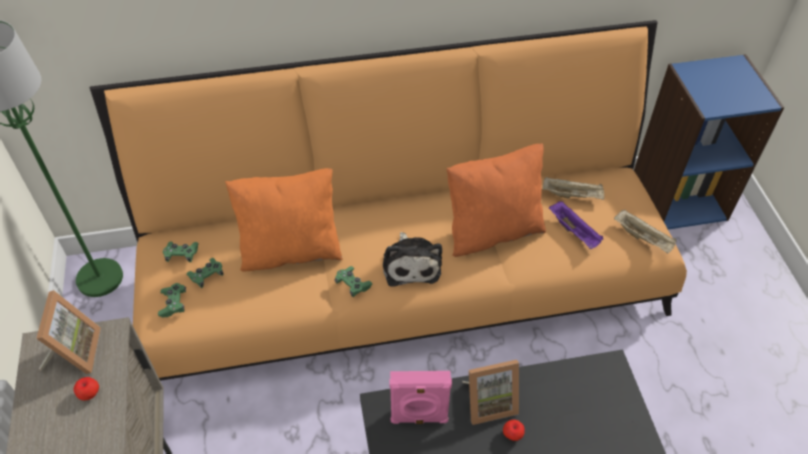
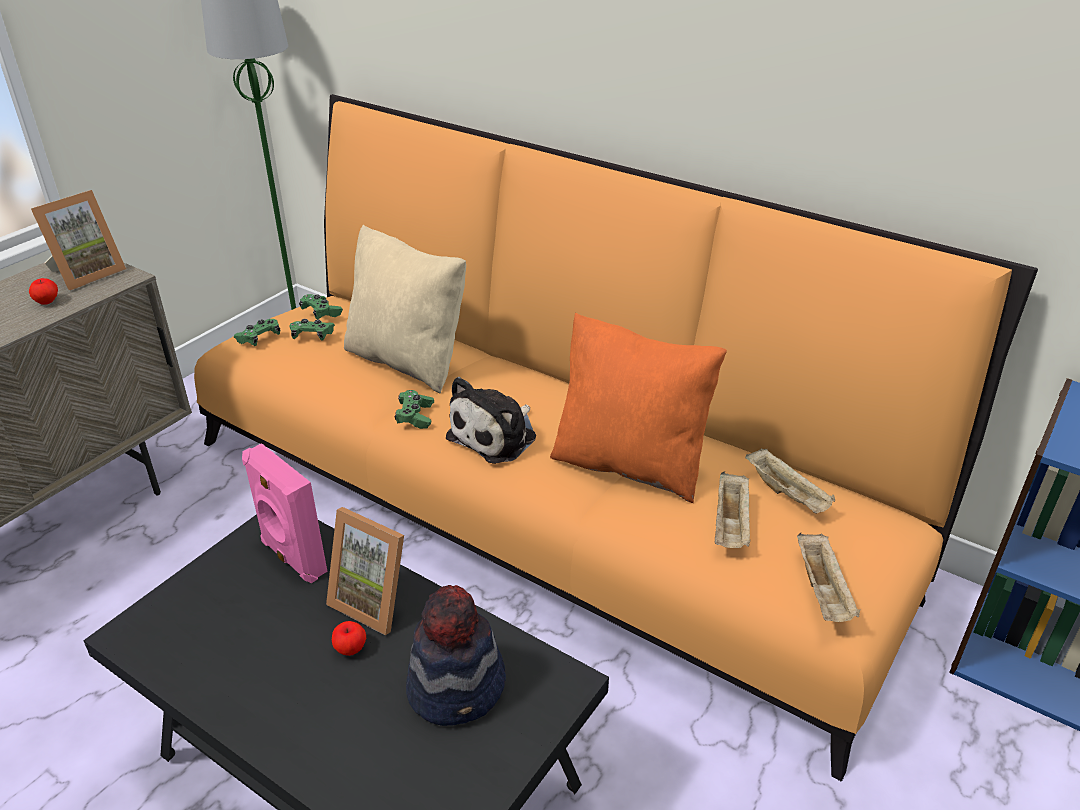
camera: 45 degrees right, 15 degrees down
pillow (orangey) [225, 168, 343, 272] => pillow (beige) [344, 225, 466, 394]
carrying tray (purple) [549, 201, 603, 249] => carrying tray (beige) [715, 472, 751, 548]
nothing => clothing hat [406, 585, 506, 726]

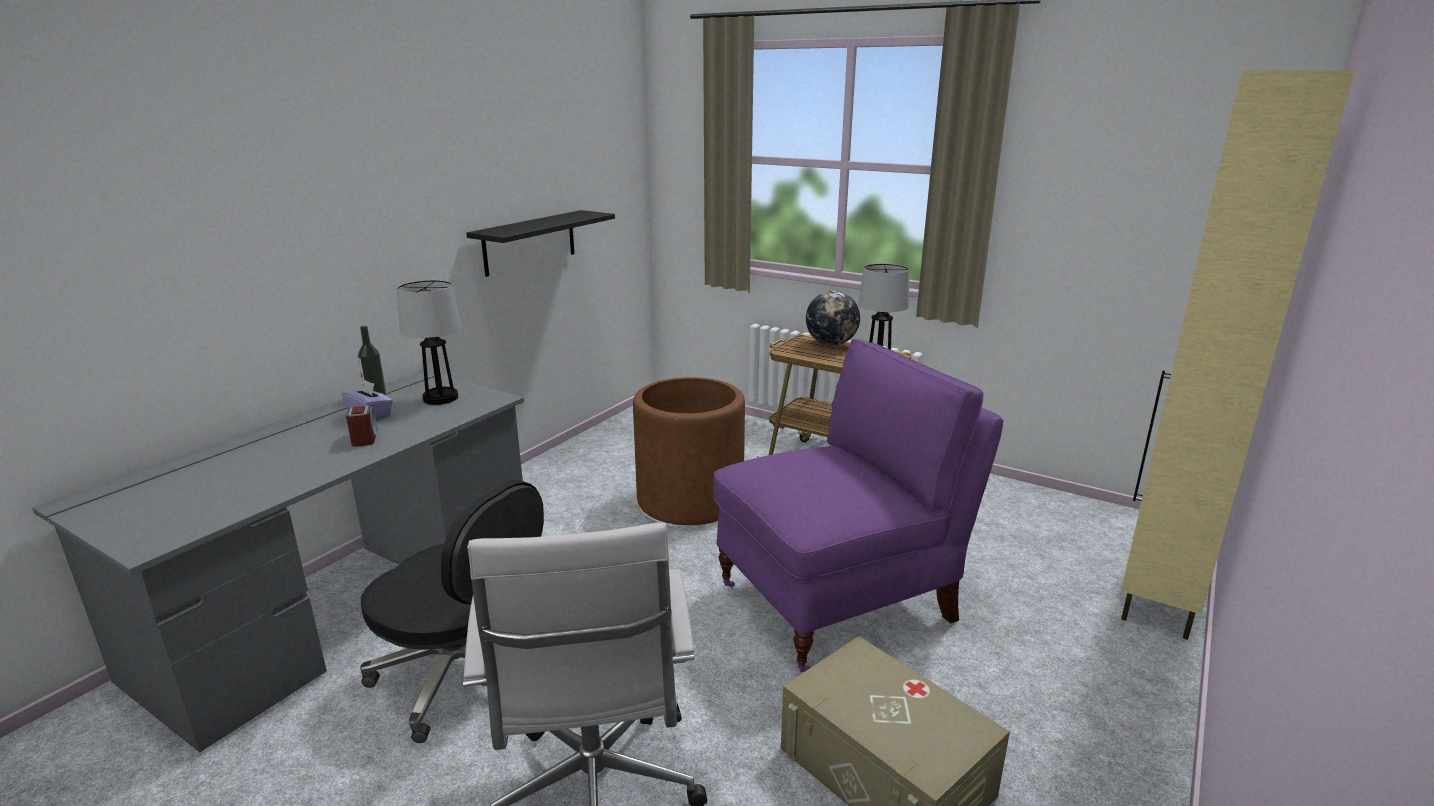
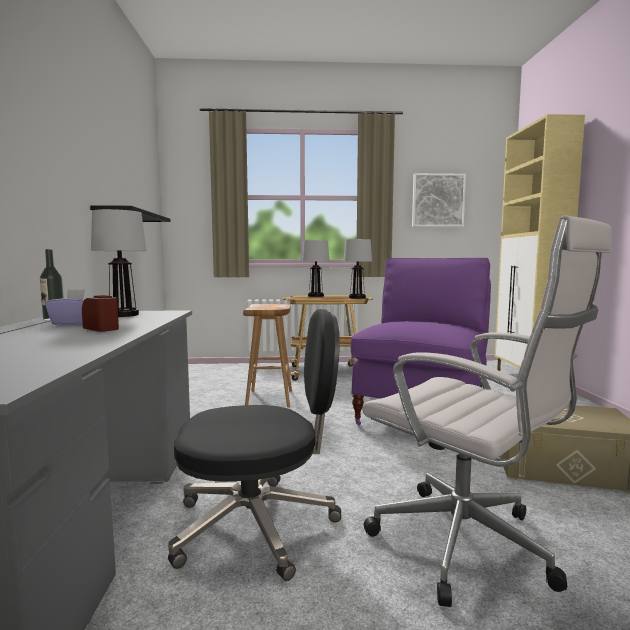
camera: 35 degrees left, 15 degrees down
desk globe [806, 291, 860, 345] => lamp for a table [302, 240, 330, 297]
plant pot (brown) [633, 377, 745, 525] => sitting stool (brown) [243, 304, 292, 407]
nothing => wall art [412, 173, 466, 227]

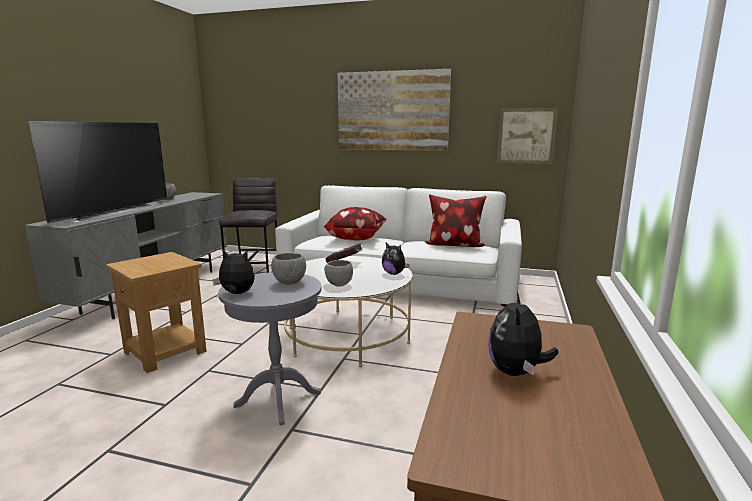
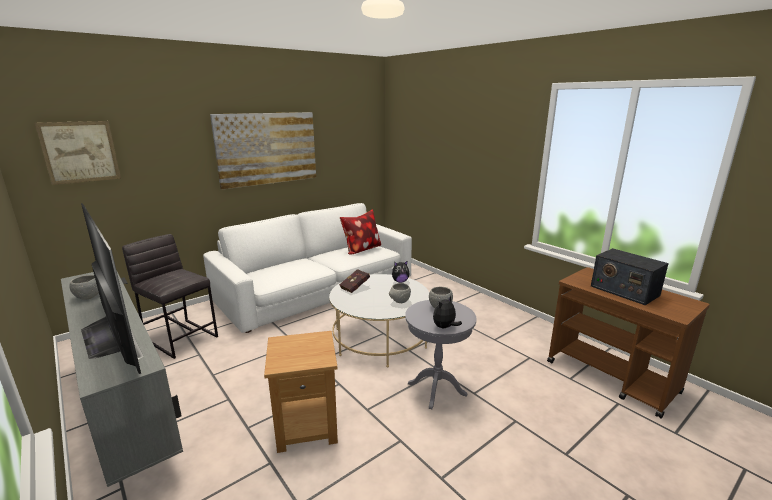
camera: 55 degrees left, 5 degrees up
wall art [497, 108, 558, 164] => wall art [35, 121, 121, 185], move
pillow [323, 207, 386, 240] => nothing
soft toy [488, 292, 558, 376] => radio [591, 248, 669, 305]

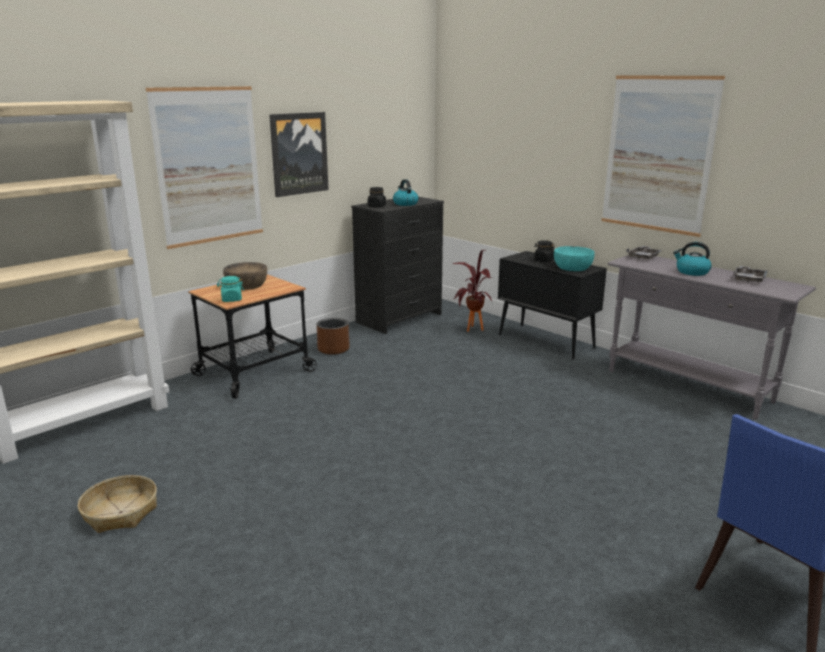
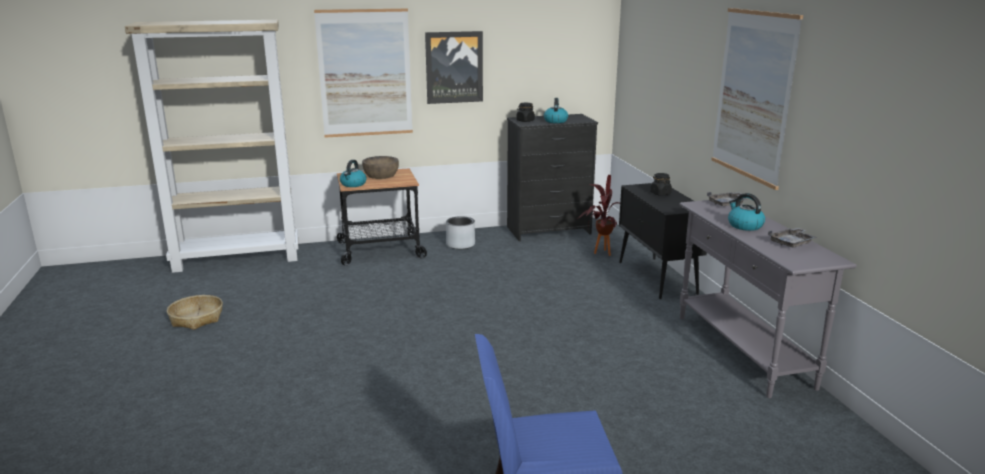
camera: 30 degrees right, 0 degrees up
serving bowl (blue-green) [554, 246, 595, 271] => nothing
storage jar (blue-green) [217, 276, 244, 302] => tea kettle [340, 160, 366, 187]
plant pot (brown) [317, 318, 350, 355] => plant pot (grey) [446, 216, 475, 249]

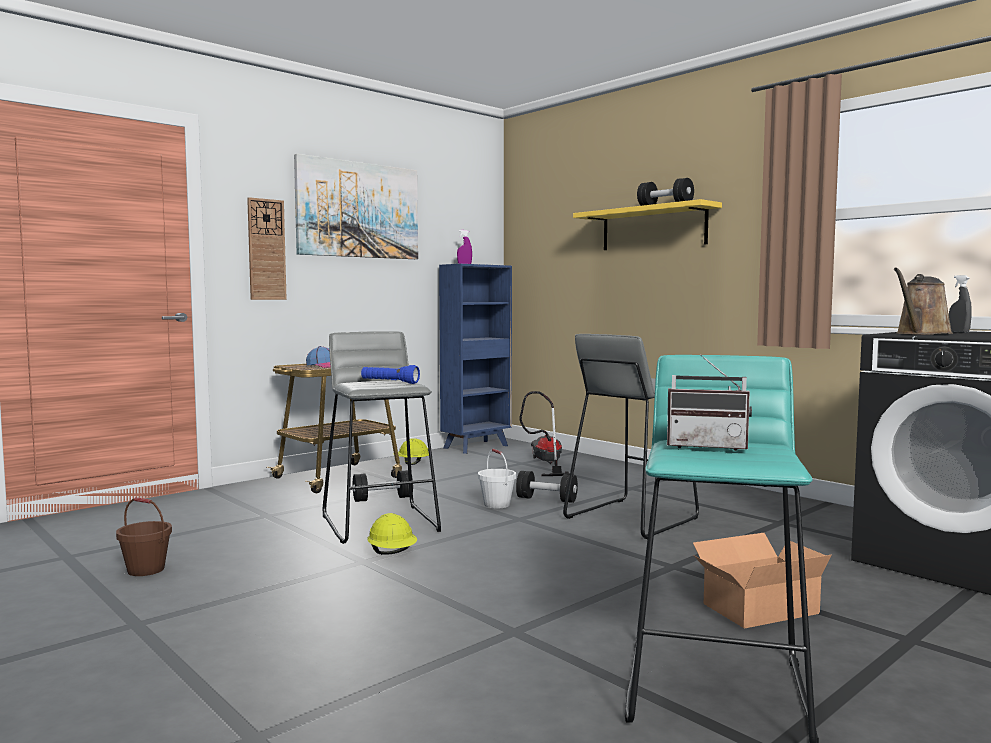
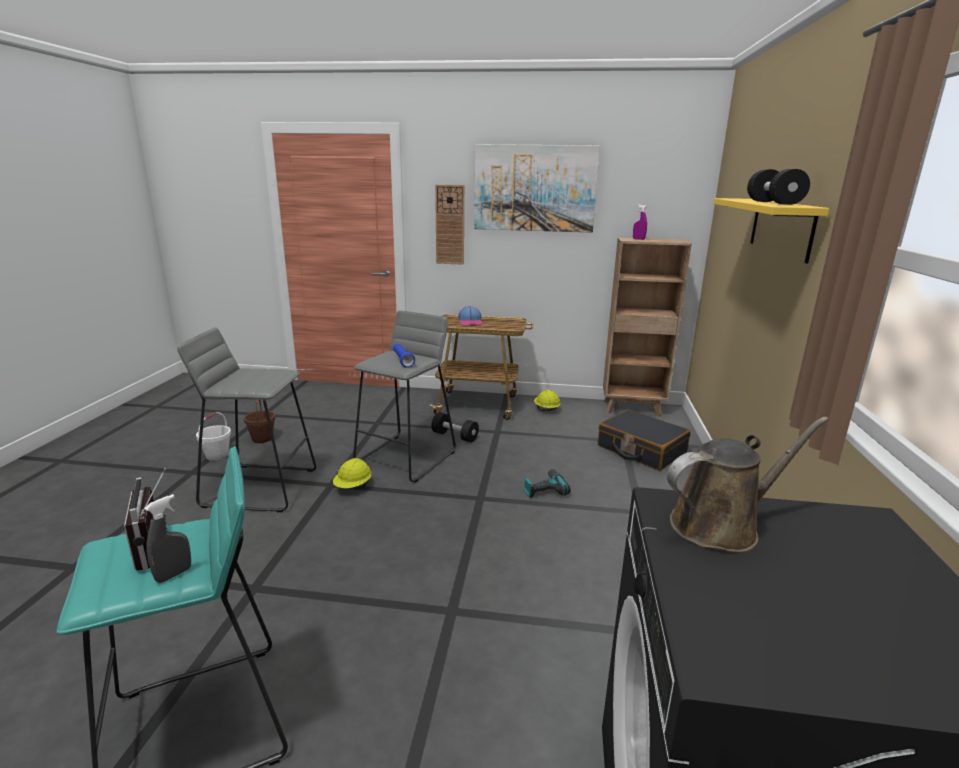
camera: 50 degrees right, 15 degrees up
bookshelf (blue) [439, 264, 512, 454] => bookshelf (brown) [603, 238, 692, 417]
watering pot (brown) [894, 268, 953, 335] => watering pot (brown) [667, 417, 829, 553], 150 degrees clockwise
spray bottle (grey) [949, 275, 972, 333] => spray bottle (grey) [145, 494, 191, 583], move
sitting stool (grey) [563, 334, 699, 539] => sitting stool (grey) [177, 327, 316, 512], move
hoover [520, 391, 574, 476] => travel case (black) [598, 409, 691, 471]
pail (white-coloured) [478, 449, 516, 508] => pail (white-coloured) [196, 412, 231, 461], move
free weight (black) [516, 471, 578, 503] => electric drill [523, 469, 571, 498]
packing box [693, 533, 832, 629] => nothing

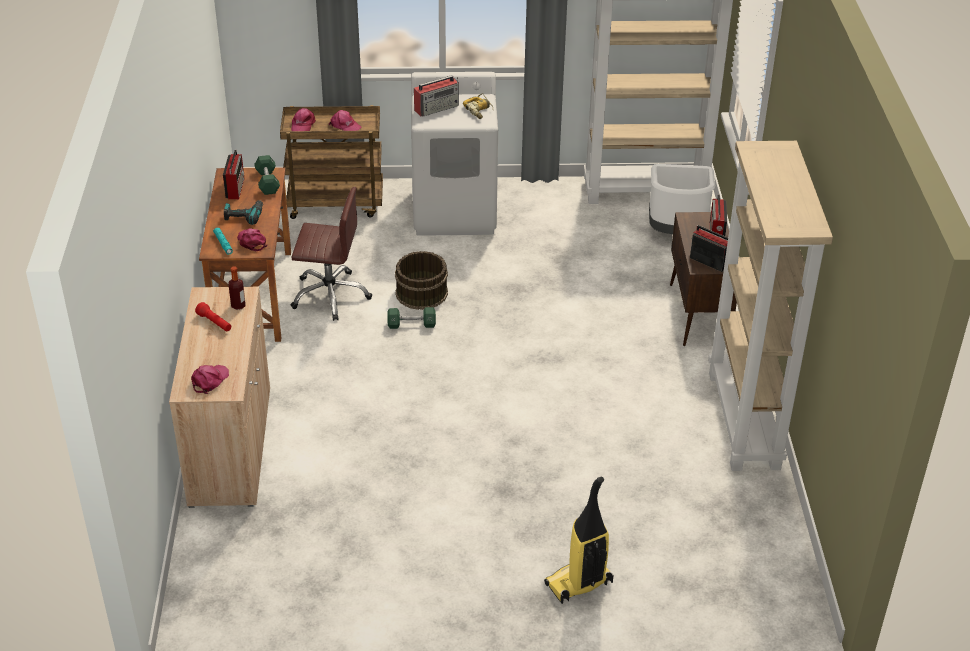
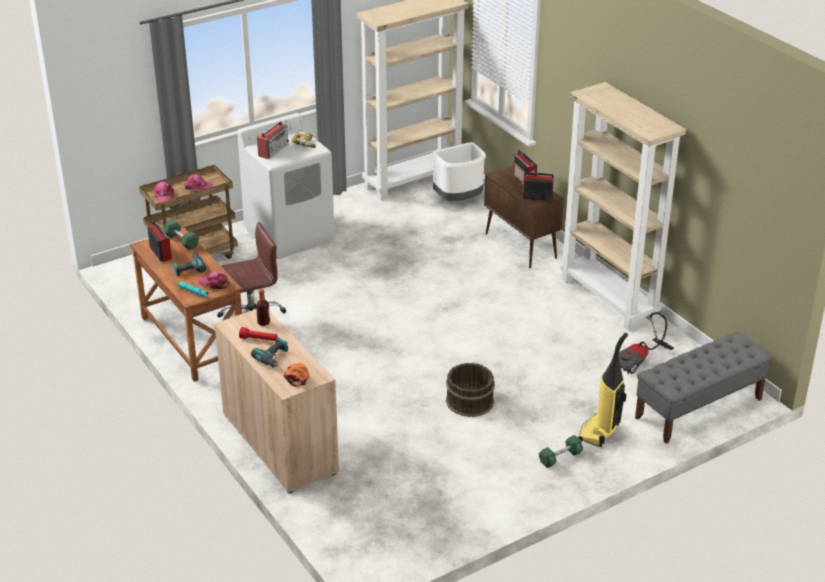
camera: 30 degrees left, 5 degrees down
pail (brown) [395, 251, 448, 310] => pail (brown) [446, 363, 495, 417], move
free weight (greenish) [387, 307, 436, 329] => free weight (greenish) [539, 435, 583, 468], move
baseball cap (pinkish) [191, 365, 229, 394] => baseball cap (orangey) [284, 363, 309, 387]
nothing => hoover [619, 312, 674, 374]
nothing => indoor bench (grey) [635, 332, 772, 444]
nothing => electric drill [251, 337, 288, 367]

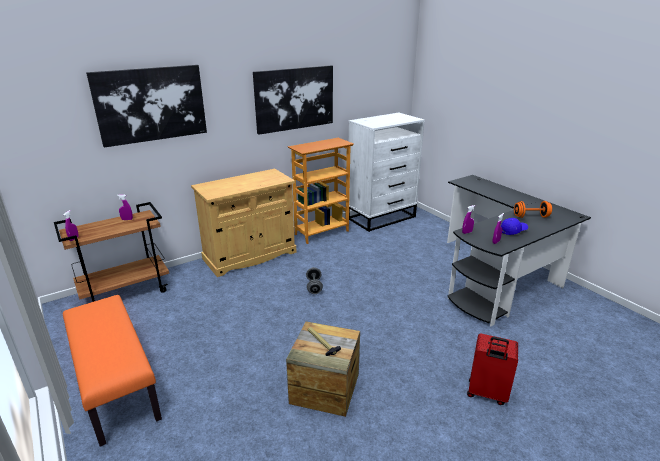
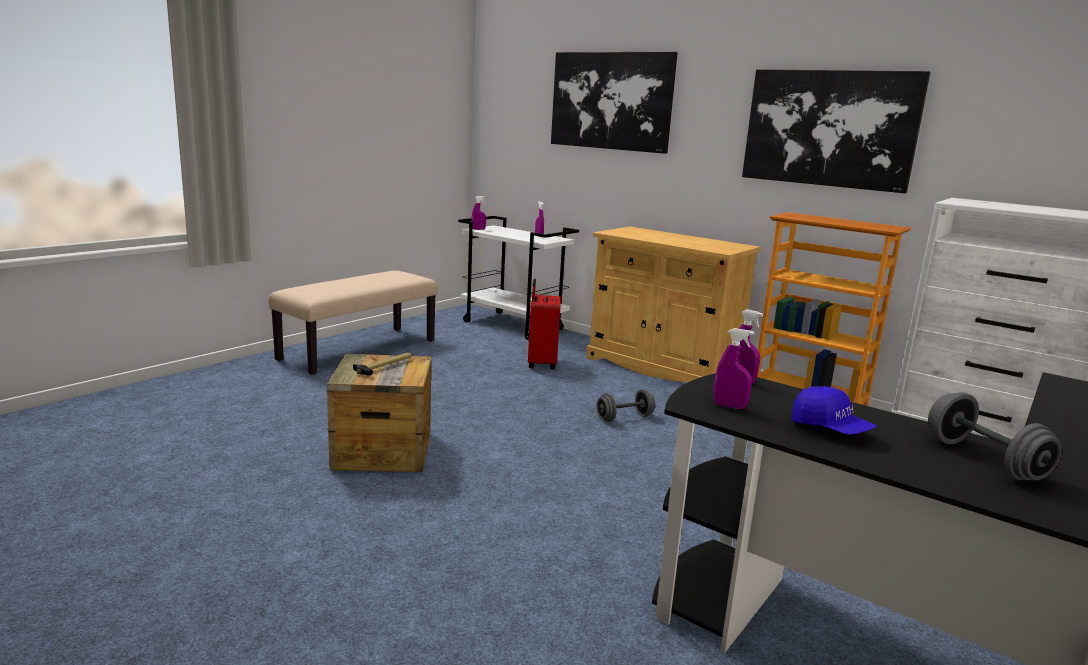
camera: 70 degrees right, 10 degrees down
free weight (orangey) [514, 201, 552, 218] => free weight (grey) [928, 392, 1062, 481]
trolley (brown) [54, 202, 169, 302] => trolley (white-coloured) [458, 216, 579, 340]
indoor bench (orangey) [63, 295, 162, 447] => indoor bench (beige) [269, 271, 438, 375]
travel case (reddish) [467, 334, 518, 405] => travel case (reddish) [528, 279, 561, 370], move

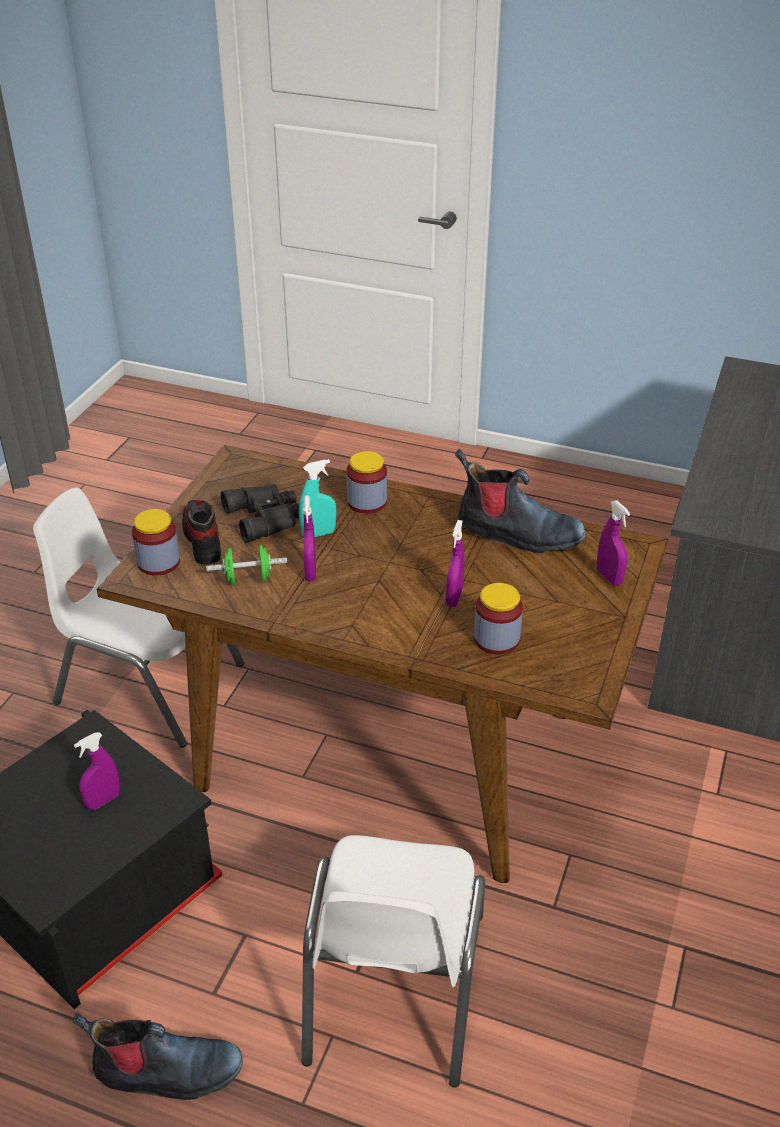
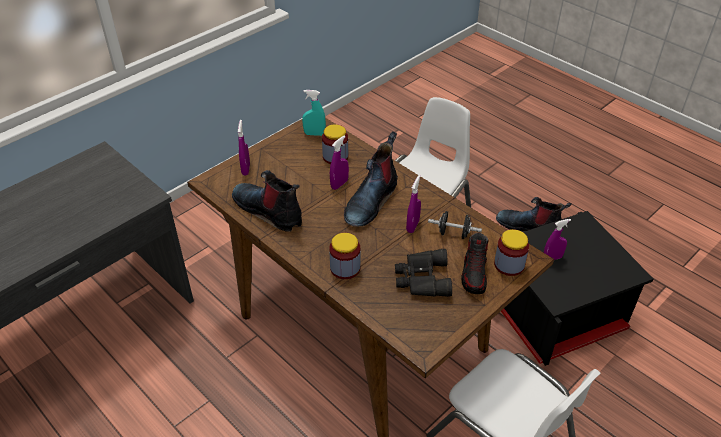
camera: 155 degrees left, 5 degrees up
spray bottle (blue-green) [299, 459, 336, 537] => spray bottle (blue-green) [302, 90, 326, 136], move
free weight (greenish) [206, 545, 287, 585] => free weight (black) [428, 211, 482, 239]
nothing => boot [344, 131, 398, 227]

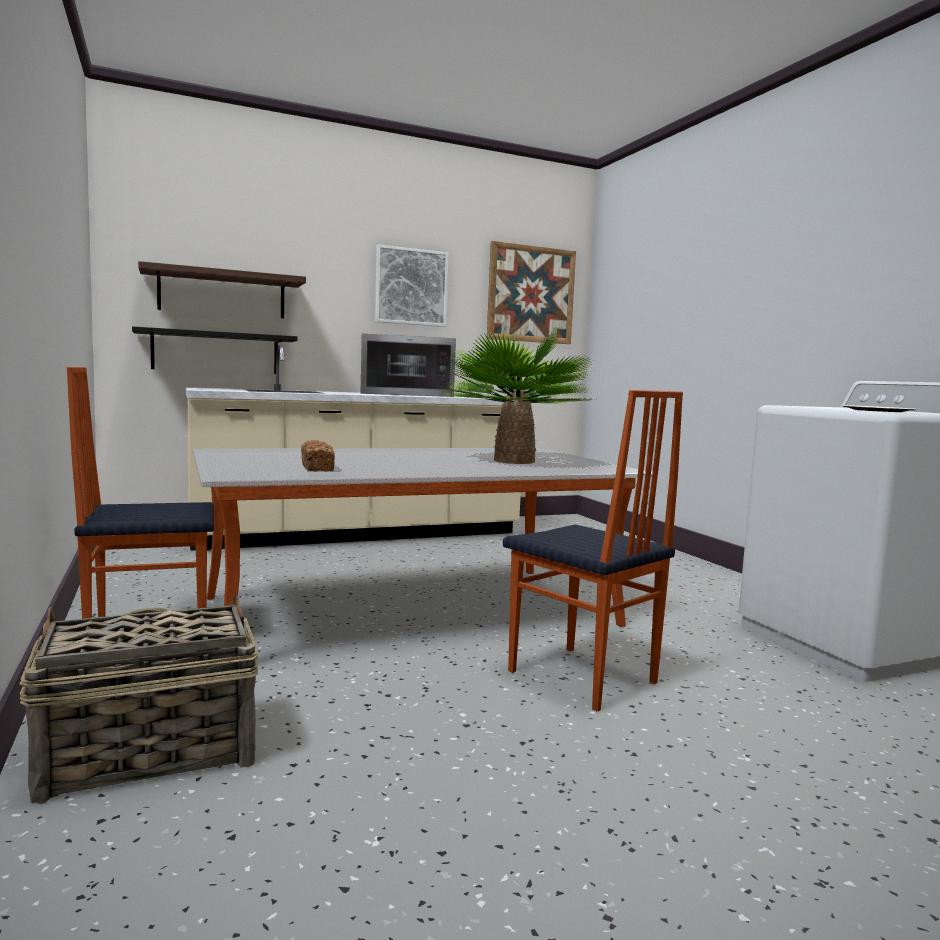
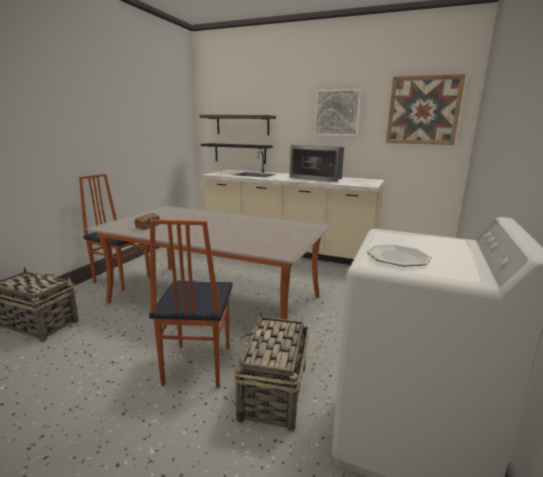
camera: 45 degrees right, 10 degrees up
plant in a pot [441, 328, 597, 464] => nothing
nothing => basket [234, 312, 309, 432]

